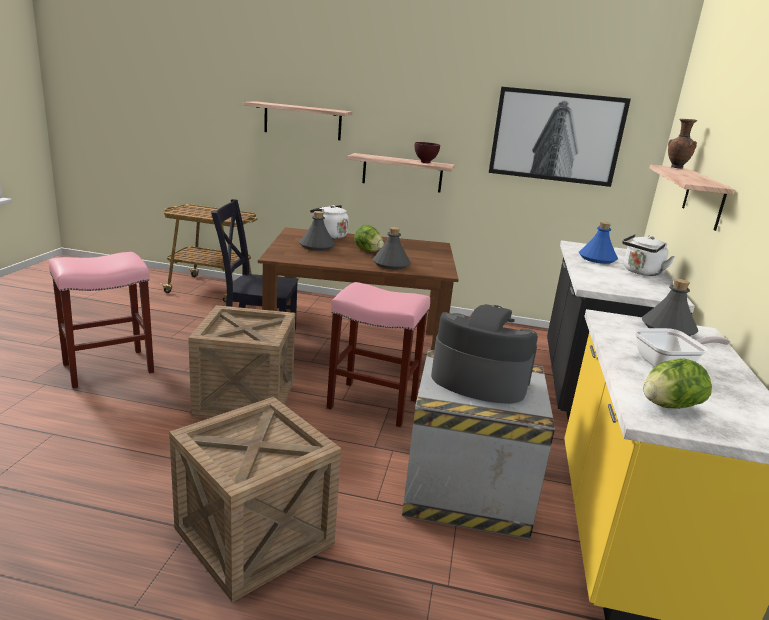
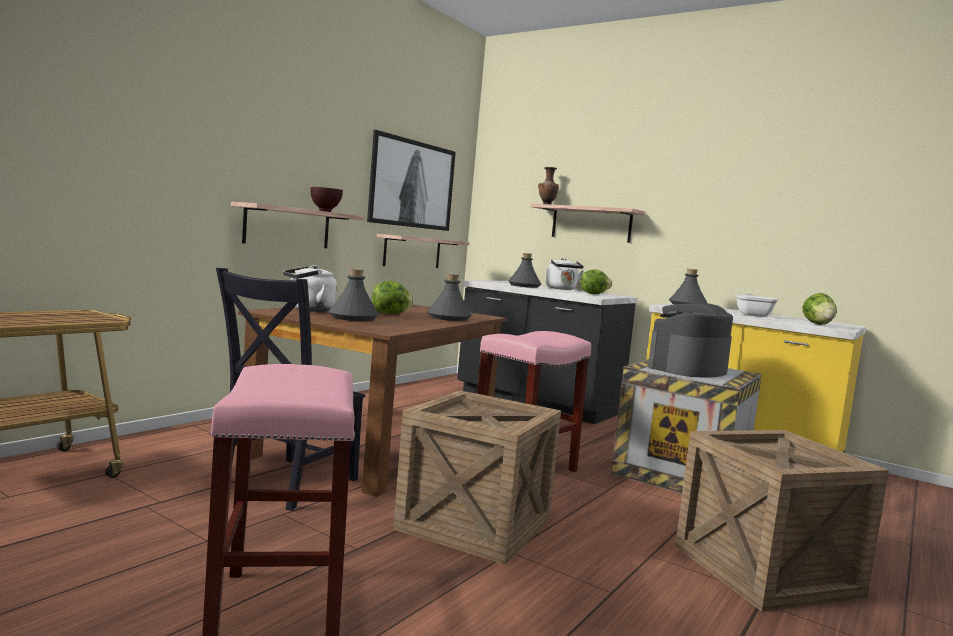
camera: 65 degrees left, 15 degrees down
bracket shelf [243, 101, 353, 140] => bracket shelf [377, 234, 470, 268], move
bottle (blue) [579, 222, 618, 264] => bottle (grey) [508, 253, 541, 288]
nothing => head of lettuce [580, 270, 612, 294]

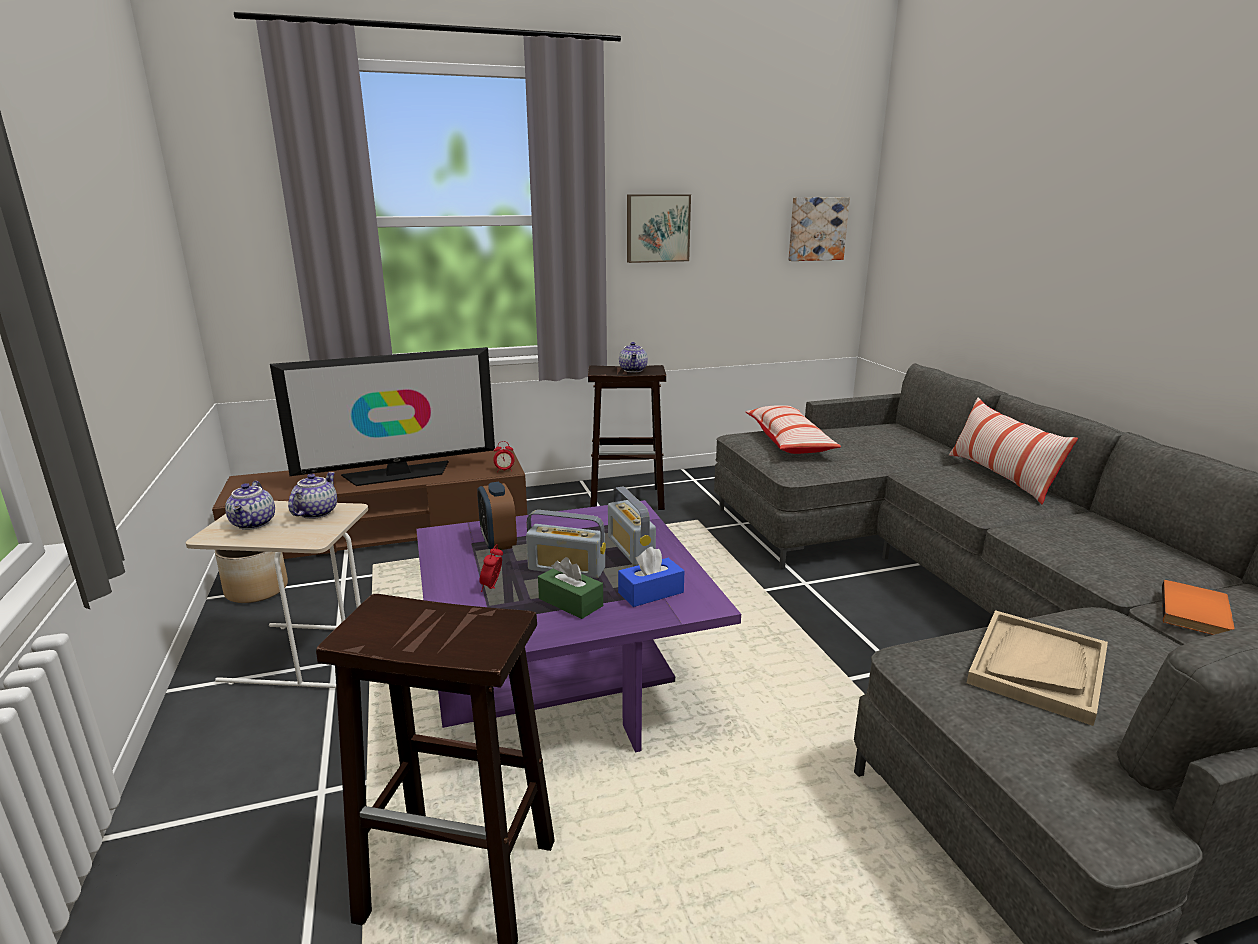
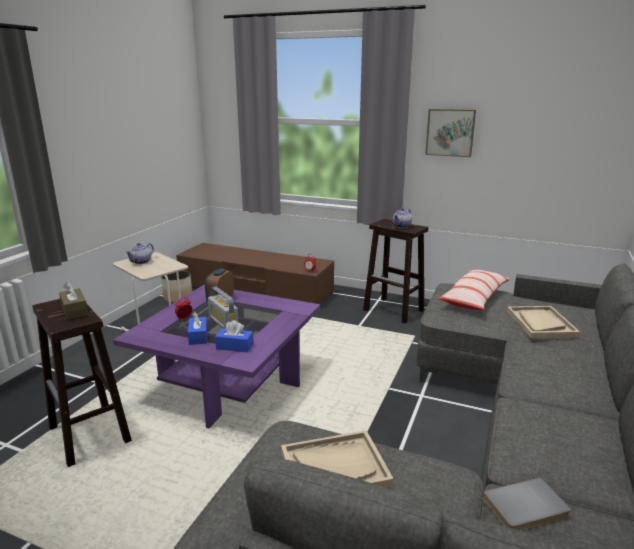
camera: 40 degrees right, 0 degrees up
wall art [788, 197, 850, 261] => nothing
television [270, 347, 495, 486] => nothing
pillow [949, 398, 1078, 504] => nothing
tea pot [288, 472, 337, 519] => nothing
radio [608, 486, 656, 566] => nothing
tissue box (greenish) [538, 557, 603, 619] => tissue box (blue) [188, 312, 207, 345]
volume (orangey) [1162, 580, 1234, 635] => volume (grey) [482, 477, 571, 531]
nothing => tissue box (brown) [59, 282, 88, 320]
nothing => carrying tray (beige) [507, 306, 580, 338]

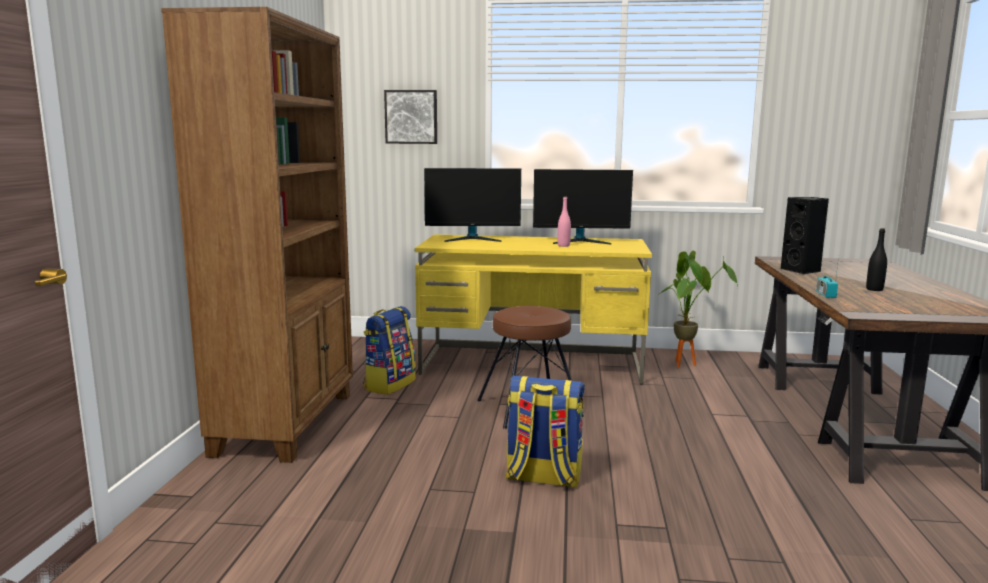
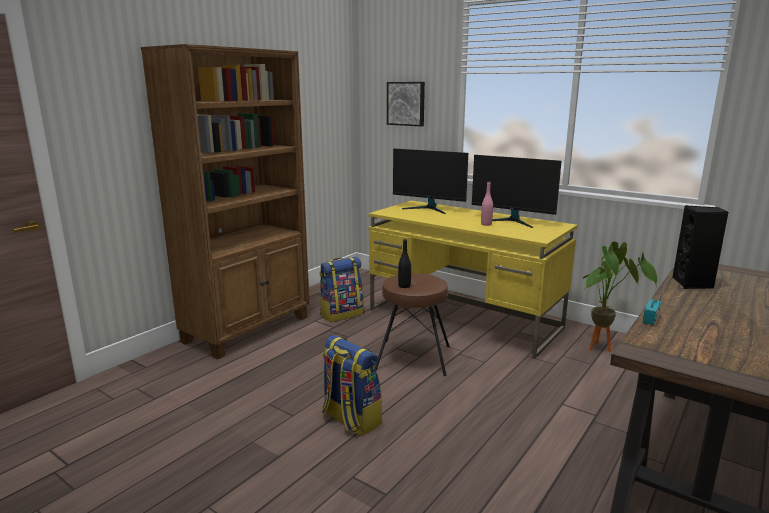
camera: 30 degrees right, 5 degrees up
bottle (black) [866, 228, 887, 291] => bottle (black) [398, 239, 411, 288], move

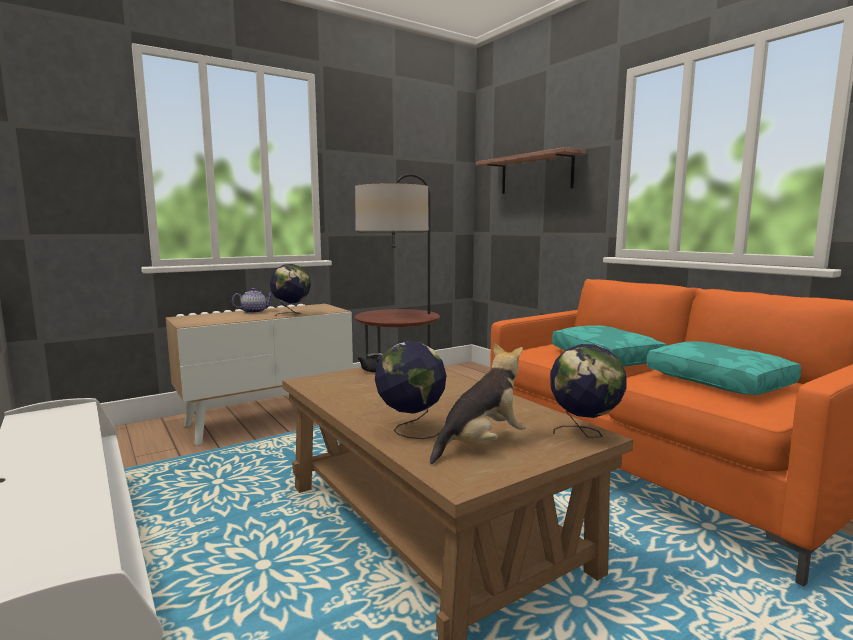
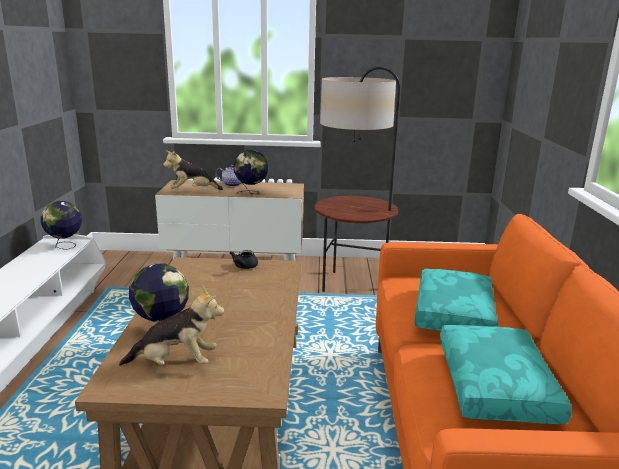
camera: 35 degrees right, 10 degrees up
bracket shelf [476, 147, 586, 194] => nothing
desk globe [550, 344, 627, 438] => desk globe [41, 201, 82, 250], move
nothing => soft toy [163, 150, 223, 190]

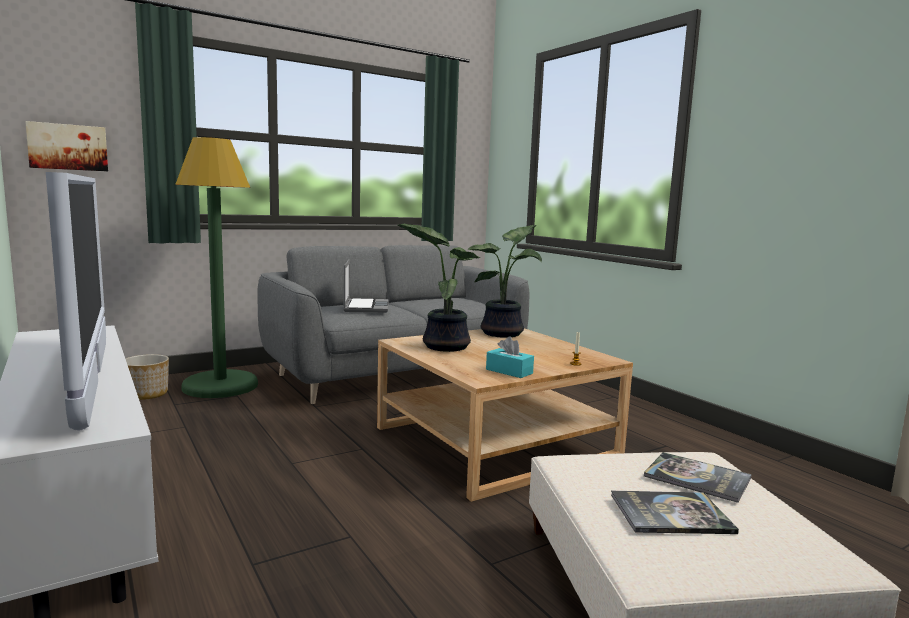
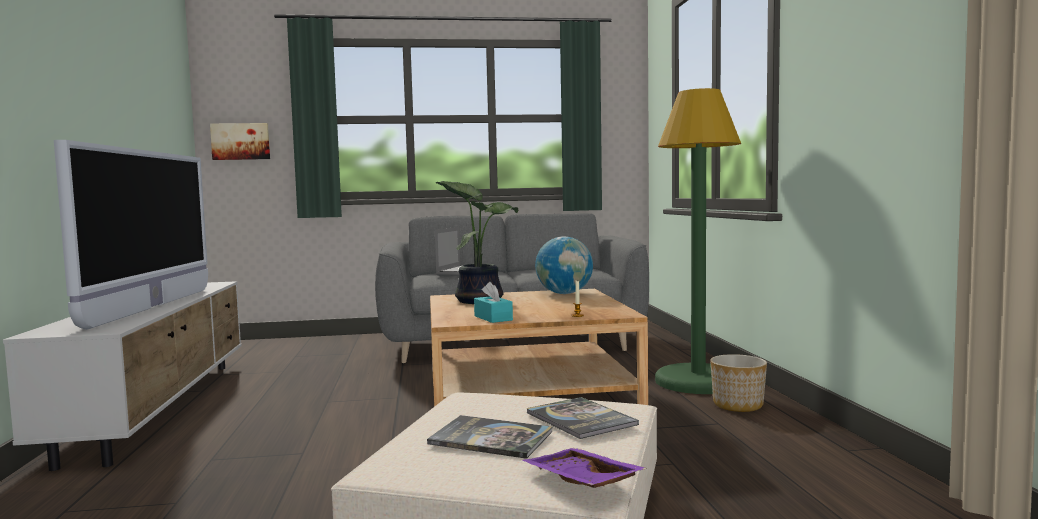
camera: 25 degrees right, 5 degrees down
standing lamp (greenish) [175, 137, 258, 398] => standing lamp (greenish) [655, 88, 741, 394], move
plant in a pot [467, 225, 542, 338] => desk globe [535, 236, 593, 294]
plant pot [126, 354, 169, 400] => plant pot [710, 354, 767, 412], move
nothing => carrying tray (purple) [522, 448, 647, 488]

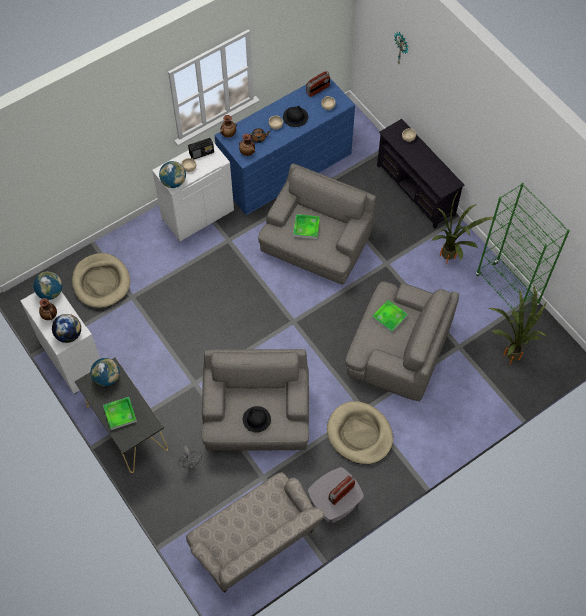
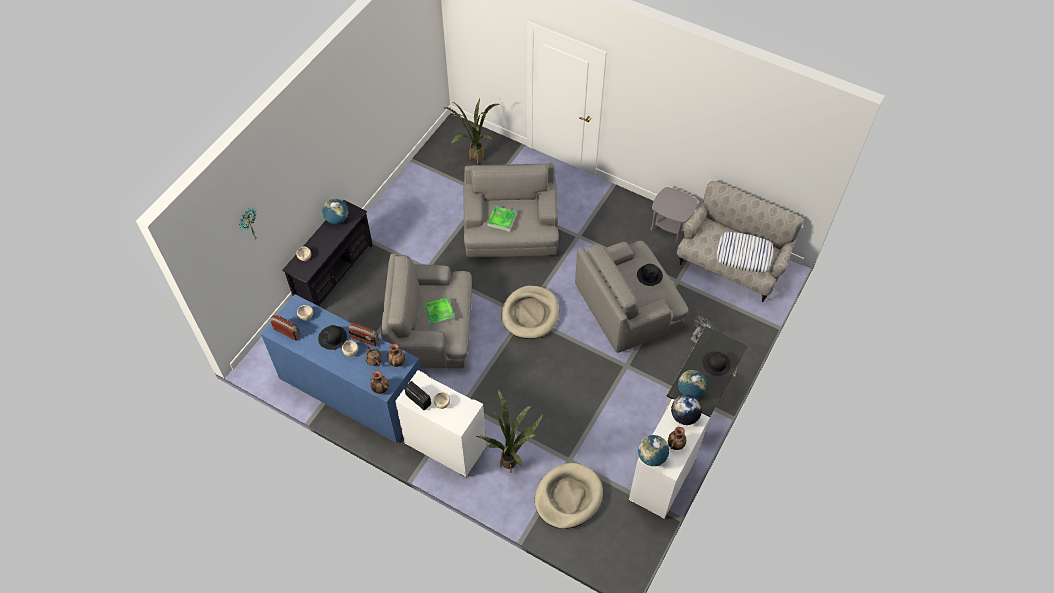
camera: 115 degrees left, 5 degrees down
desk globe [159, 161, 186, 188] => desk globe [322, 199, 348, 224], move
bookshelf (greenish) [476, 183, 570, 313] => nothing
plant in a pot [431, 190, 493, 264] => plant in a pot [476, 389, 544, 473], move
carrying tray [103, 397, 137, 430] => clothing hat (black) [702, 351, 731, 376]
dog cushion (beige) [327, 401, 393, 464] => dog cushion (beige) [501, 286, 559, 339], move
radio [329, 476, 355, 505] => radio [348, 323, 379, 346], move
nothing => pillow [717, 232, 774, 272]

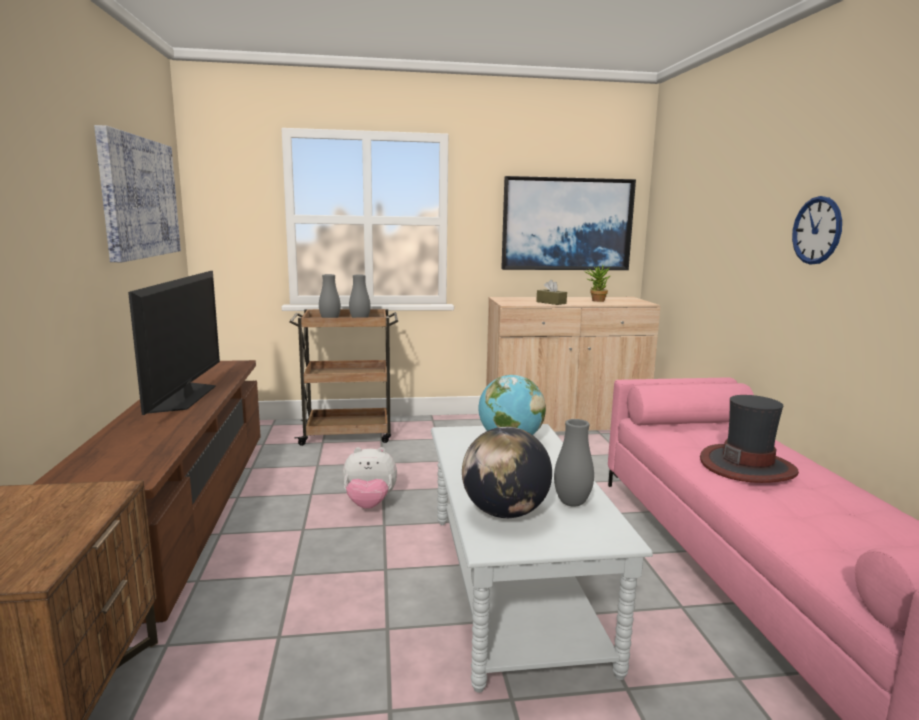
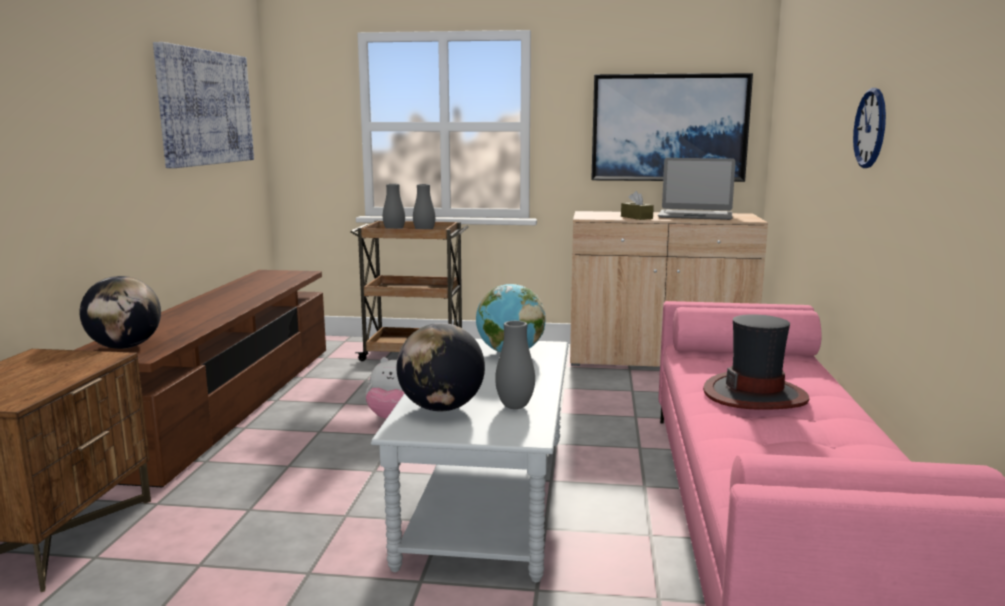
camera: 15 degrees right, 0 degrees up
plant in a pot [584, 264, 611, 302] => portable computer [658, 158, 736, 220]
television [128, 271, 220, 415] => nothing
nothing => desk globe [80, 276, 161, 349]

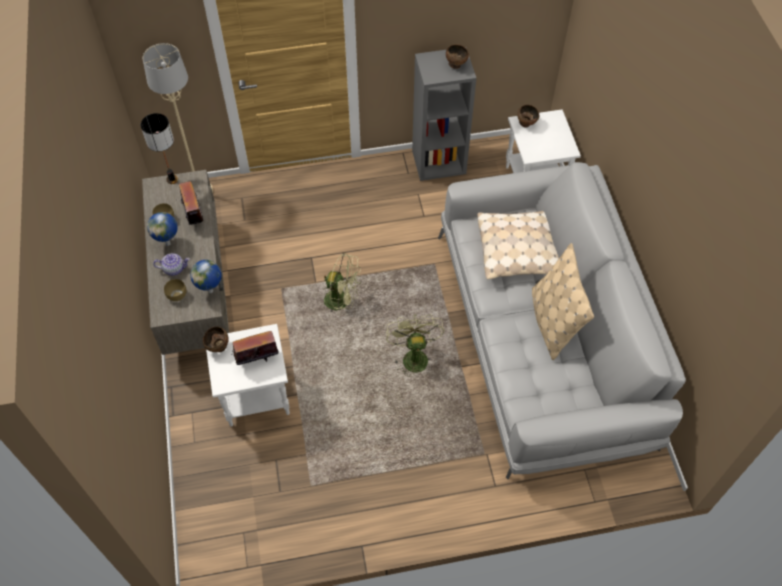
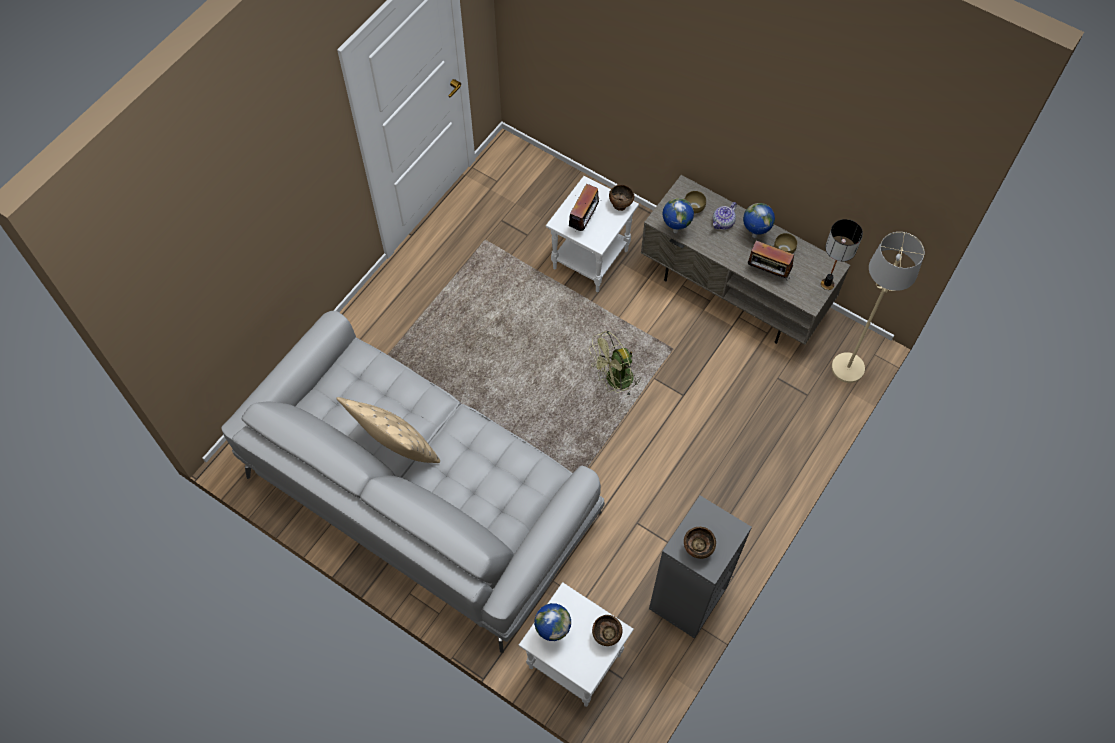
camera: 135 degrees right, 5 degrees up
pillow (beige) [477, 211, 559, 279] => nothing
cooling fan (greenish) [386, 314, 444, 377] => nothing
nothing => desk globe [534, 603, 571, 641]

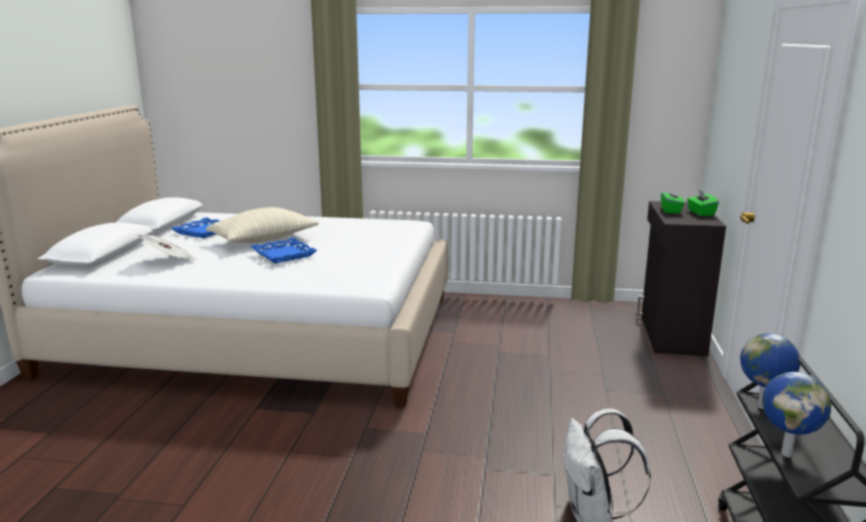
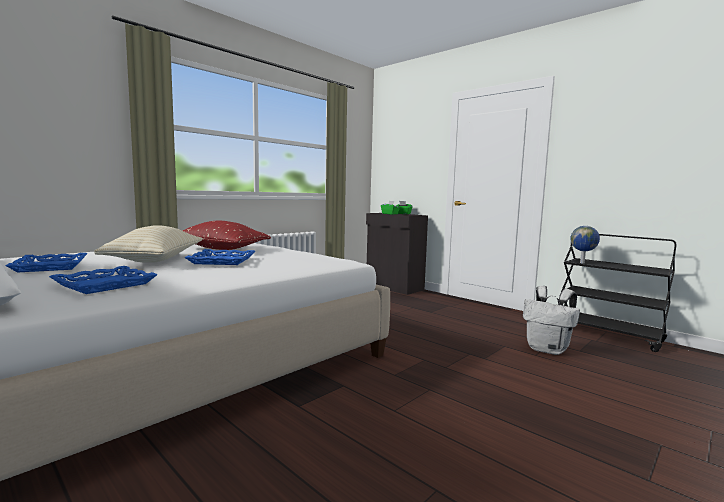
camera: 55 degrees left, 10 degrees down
printed paper [136, 234, 197, 260] => carrying tray (blue) [49, 266, 158, 294]
desk globe [762, 372, 831, 457] => nothing
nothing => pillow (reddish) [182, 221, 271, 250]

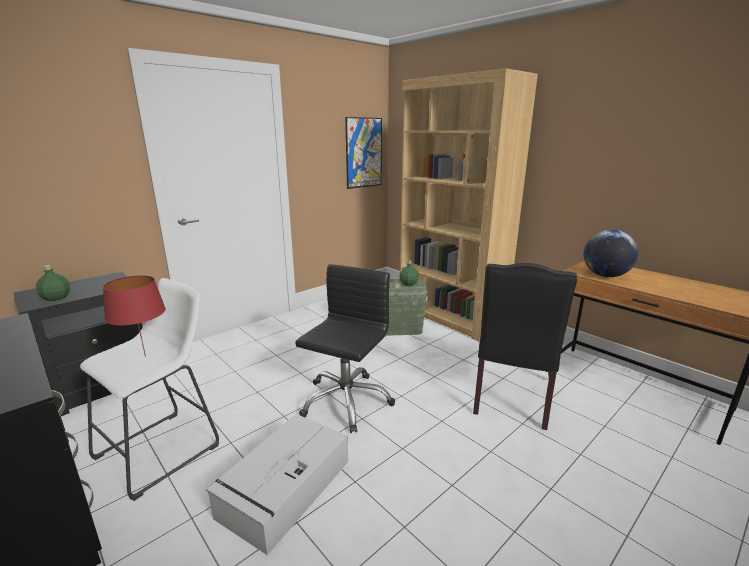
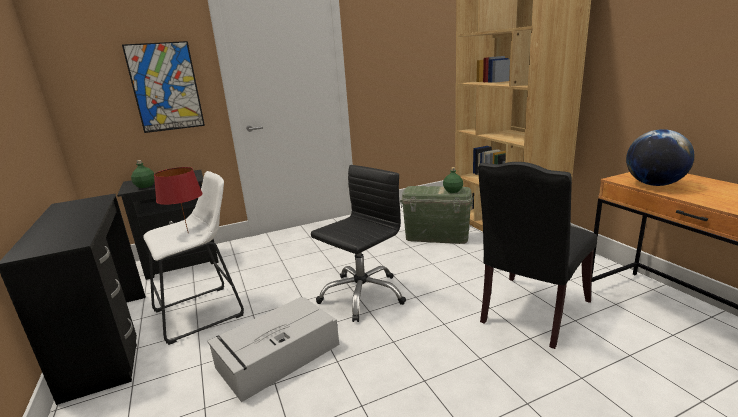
camera: 20 degrees right, 0 degrees up
wall art [345, 117, 382, 189] => wall art [122, 41, 205, 133], move

